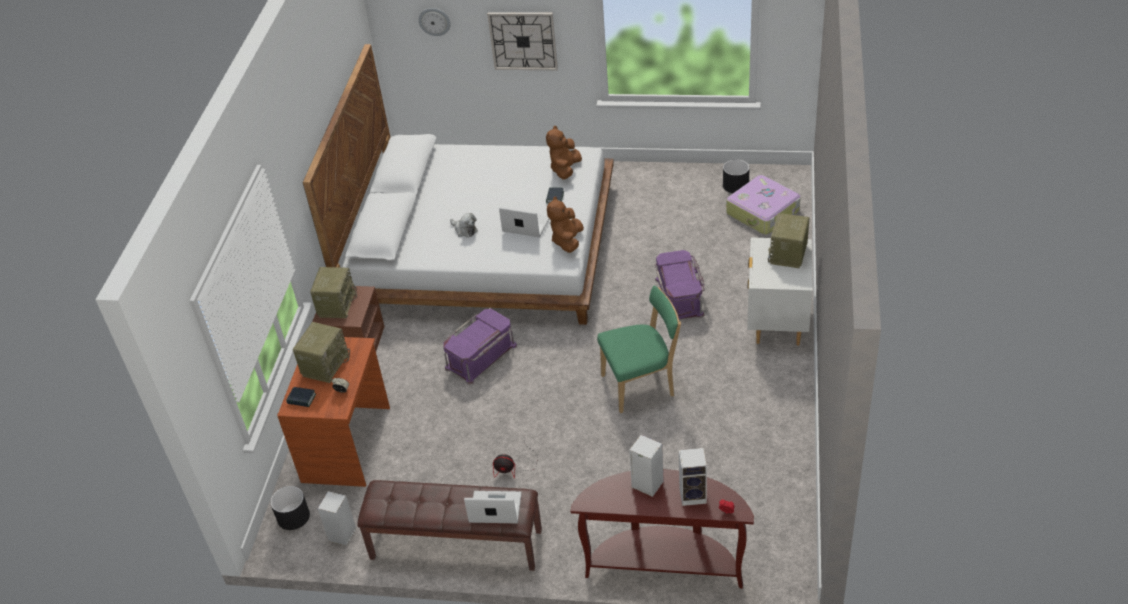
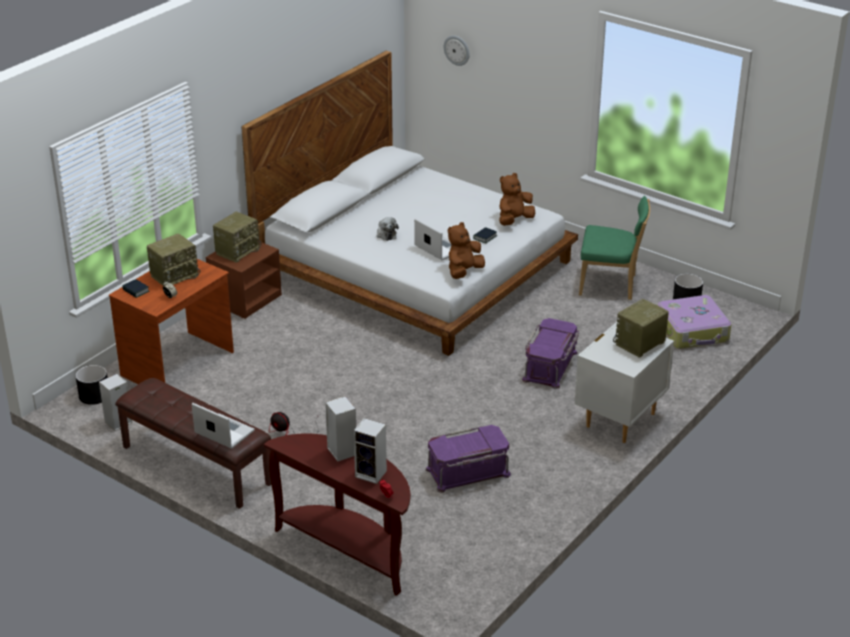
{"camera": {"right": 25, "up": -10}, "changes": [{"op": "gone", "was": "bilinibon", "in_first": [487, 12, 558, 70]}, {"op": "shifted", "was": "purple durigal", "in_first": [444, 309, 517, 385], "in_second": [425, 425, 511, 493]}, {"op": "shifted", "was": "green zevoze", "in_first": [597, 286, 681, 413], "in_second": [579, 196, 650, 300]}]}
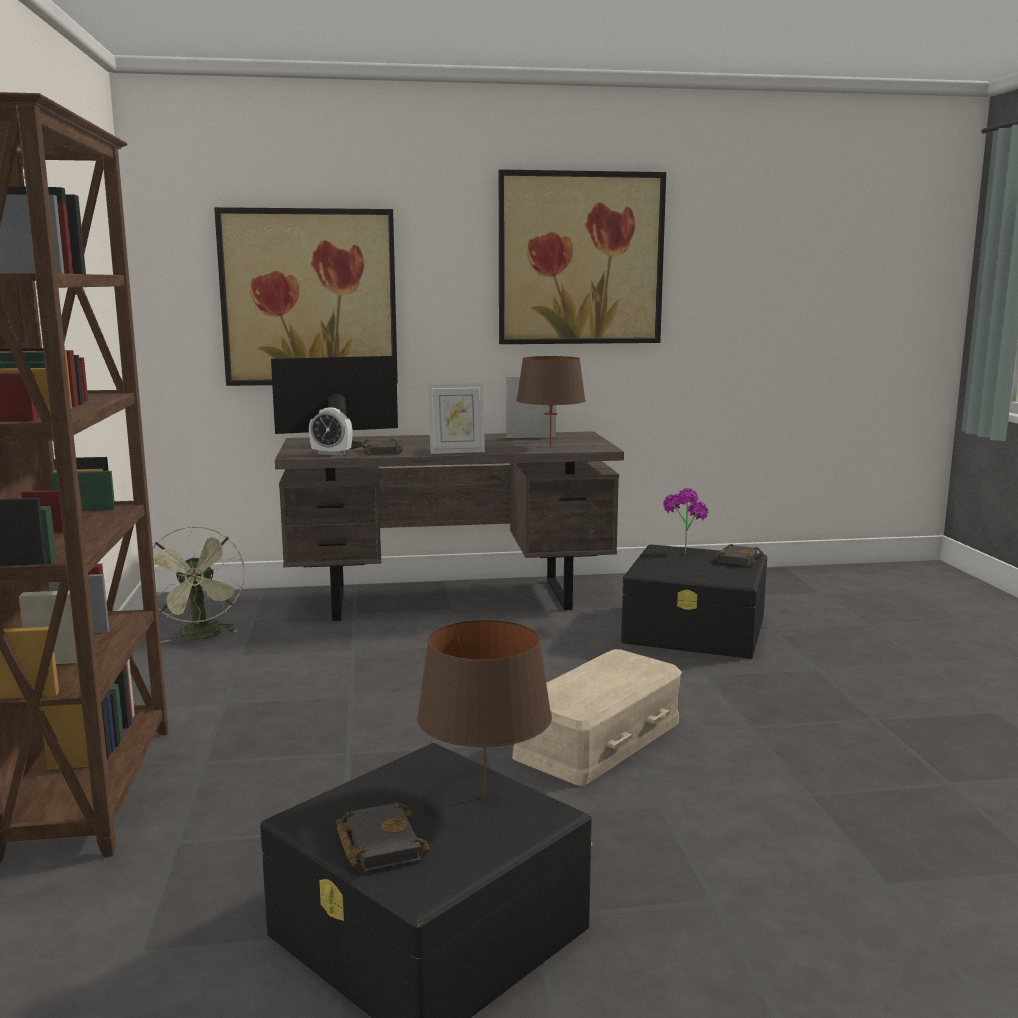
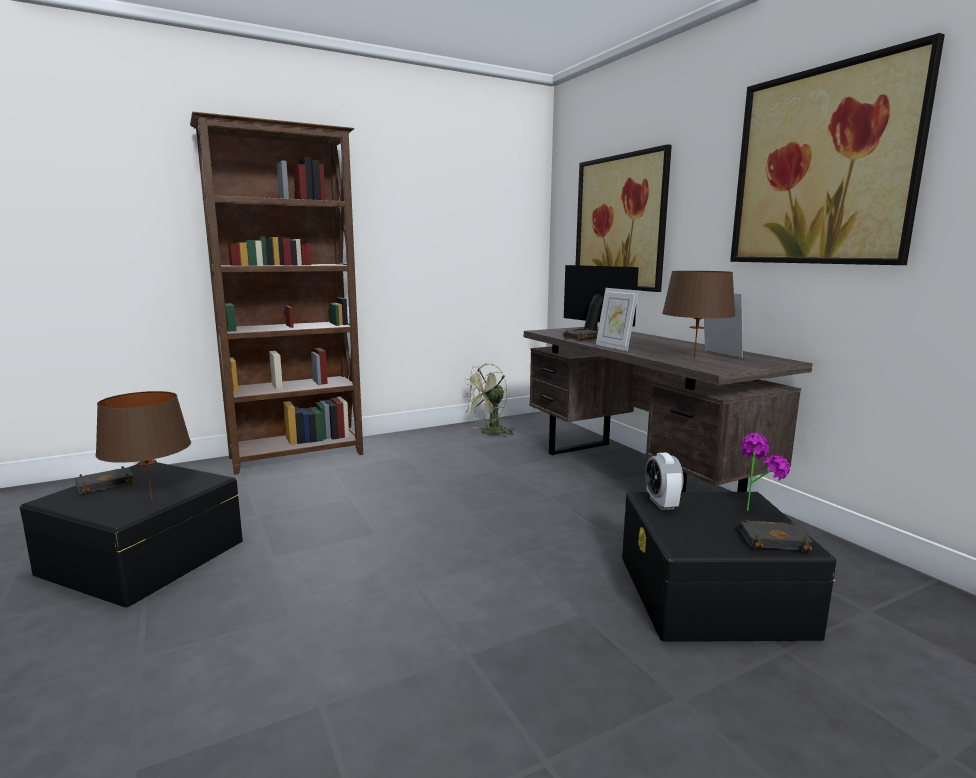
{"camera": {"right": 70, "up": 0}, "changes": [{"op": "gone", "was": "beige durigal", "in_first": [512, 649, 682, 786]}, {"op": "shifted", "was": "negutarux", "in_first": [309, 408, 352, 455], "in_second": [645, 452, 684, 510]}]}
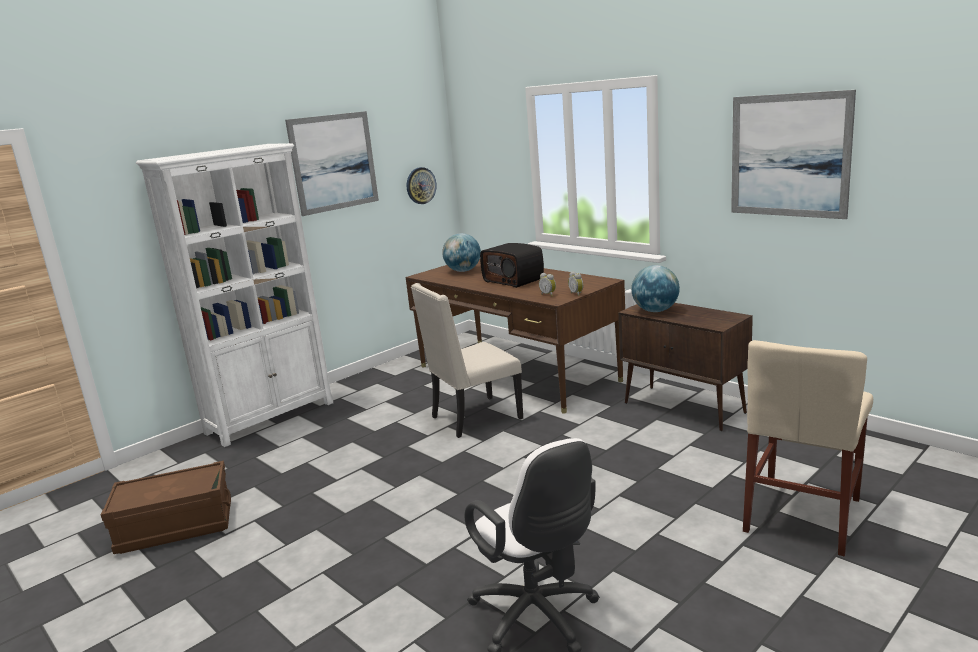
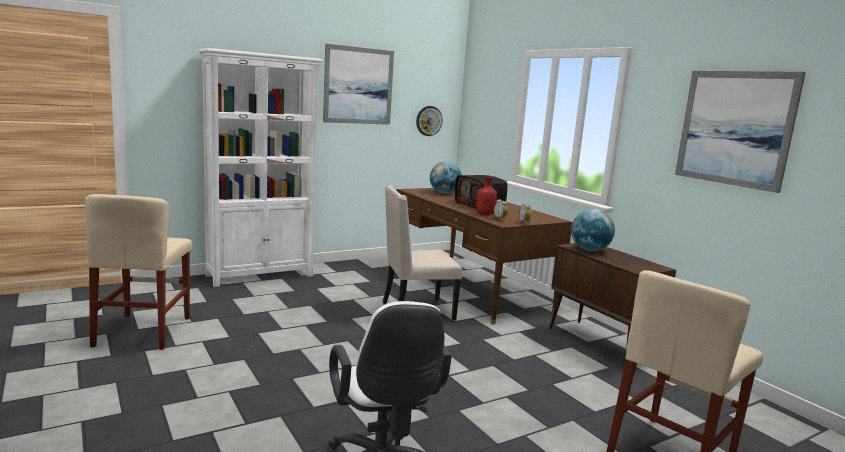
{"camera": {"right": 10, "up": -5}, "changes": [{"op": "new", "now": "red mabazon", "in_second": [476, 177, 497, 215]}, {"op": "swapped", "was": "brown durigal", "now": "beige zevoze", "in_first": [101, 461, 231, 554], "in_second": [85, 194, 192, 350]}]}
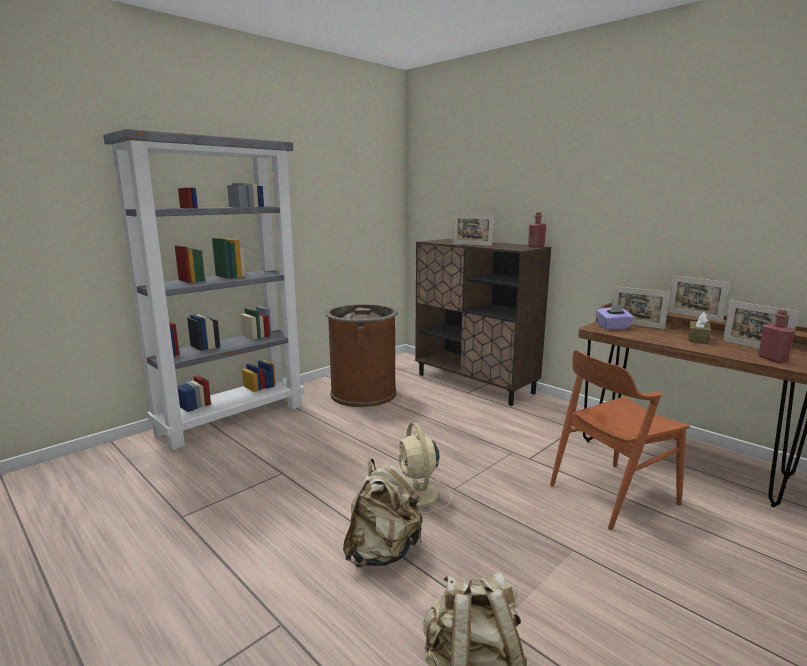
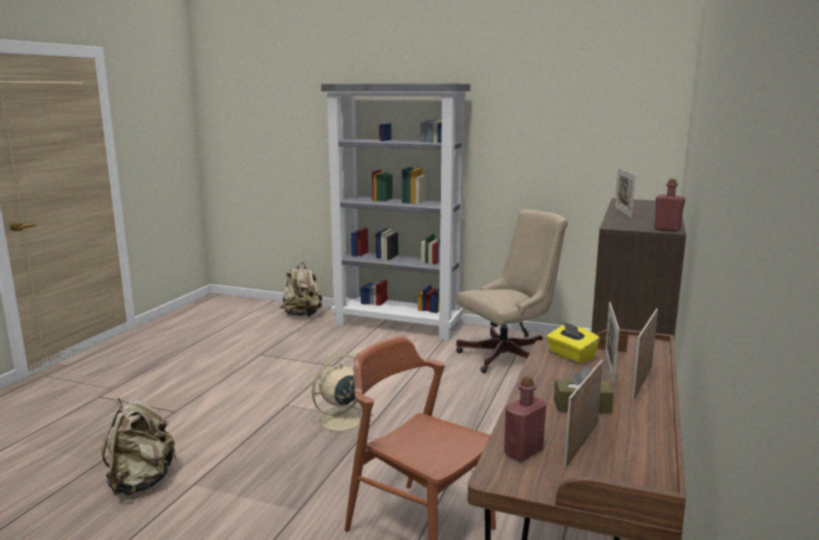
{"camera": {"right": 65, "up": 0}, "changes": [{"op": "shifted", "was": "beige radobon", "in_first": [343, 458, 423, 567], "in_second": [280, 262, 322, 317]}, {"op": "swapped", "was": "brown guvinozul", "now": "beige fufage", "in_first": [326, 304, 398, 407], "in_second": [456, 209, 568, 373]}, {"op": "repainted", "was": "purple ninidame", "now": "yellow ninidame", "in_first": [596, 304, 634, 330], "in_second": [547, 321, 600, 364]}]}
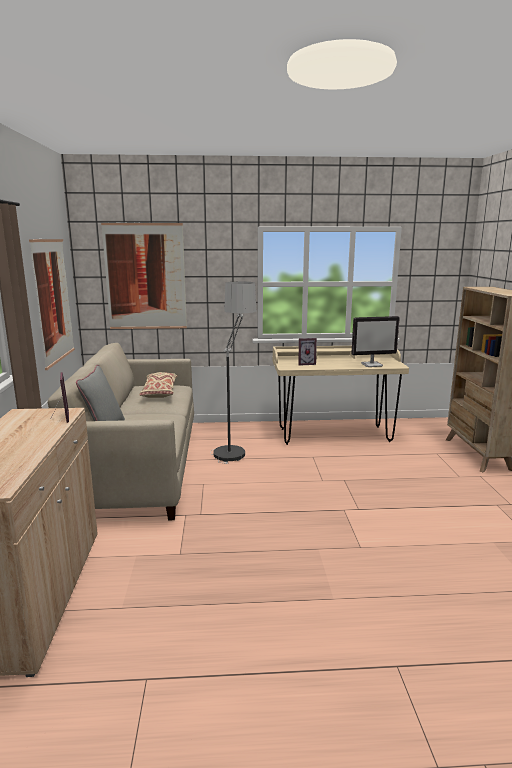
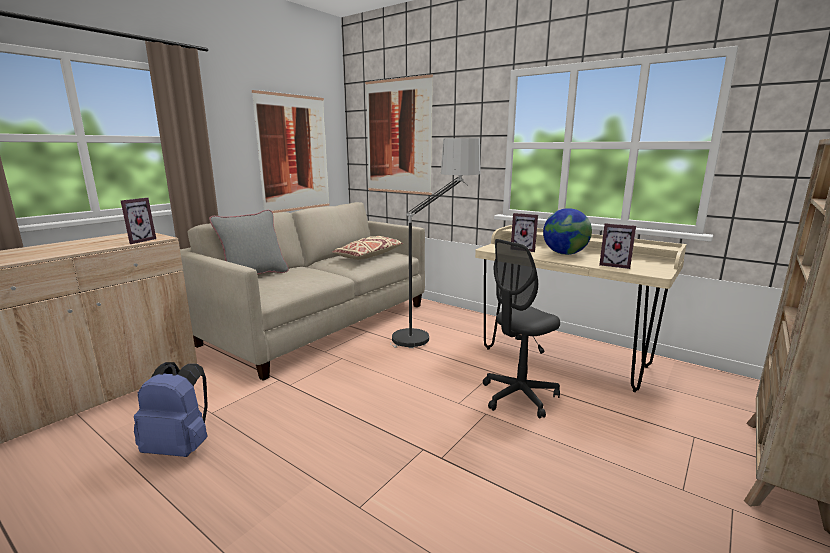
{"camera": {"right": 40, "up": 0}, "changes": [{"op": "new", "now": "blue radobon", "in_second": [134, 362, 208, 457]}, {"op": "new", "now": "grey fufage", "in_second": [483, 239, 560, 419]}, {"op": "new", "now": "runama", "in_second": [543, 208, 592, 255]}, {"op": "swapped", "was": "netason", "now": "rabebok", "in_first": [351, 316, 400, 367], "in_second": [599, 223, 636, 269]}]}
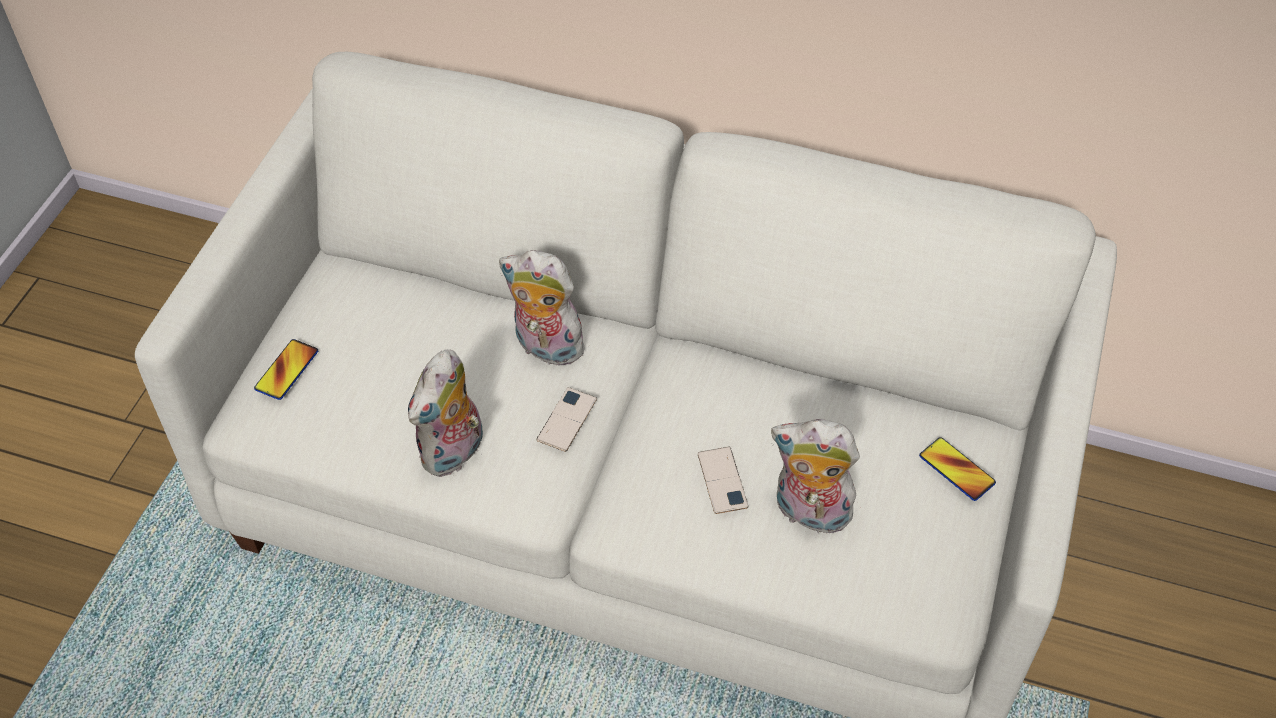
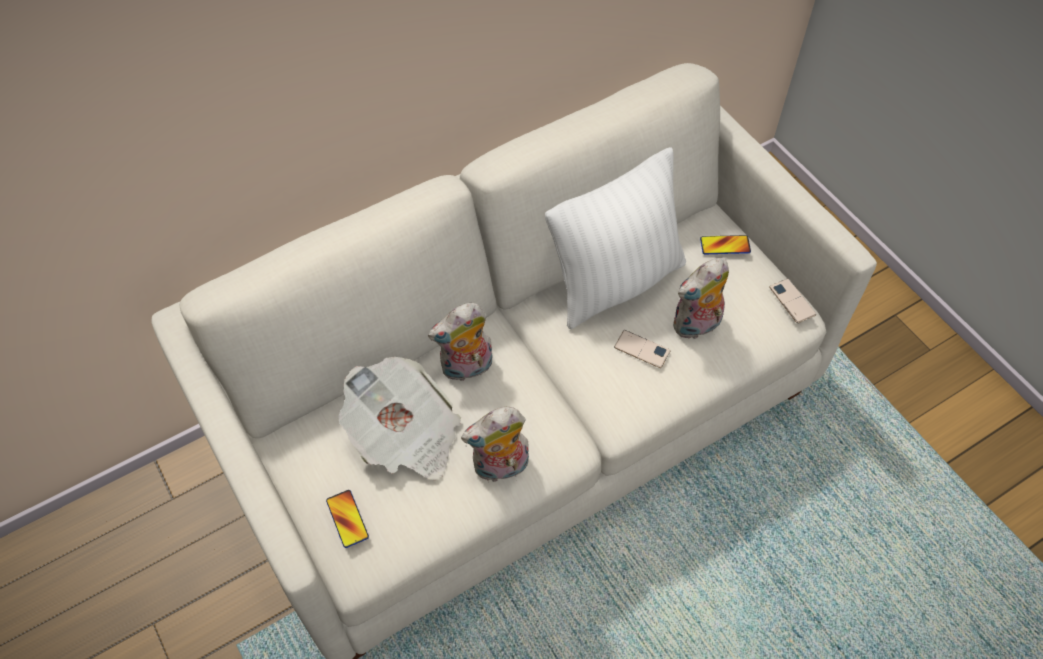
{"camera": {"right": -50, "up": 5}, "changes": [{"op": "new", "now": "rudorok", "in_second": [338, 357, 461, 480]}, {"op": "new", "now": "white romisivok", "in_second": [545, 147, 686, 330]}, {"op": "shifted", "was": "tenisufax", "in_first": [536, 387, 597, 452], "in_second": [769, 278, 816, 323]}, {"op": "rotated", "was": "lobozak", "in_first": [408, 349, 483, 477], "in_second": [461, 407, 529, 482], "clockwise": 90}]}
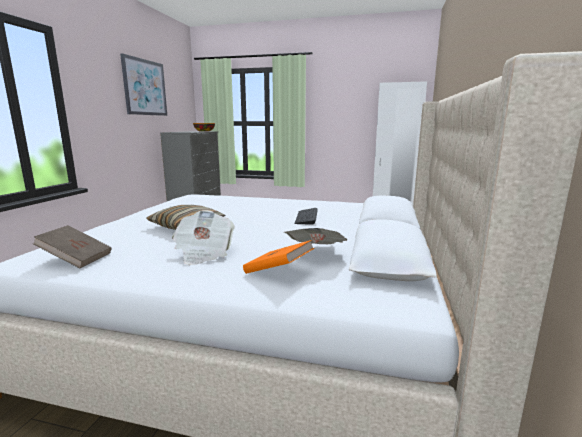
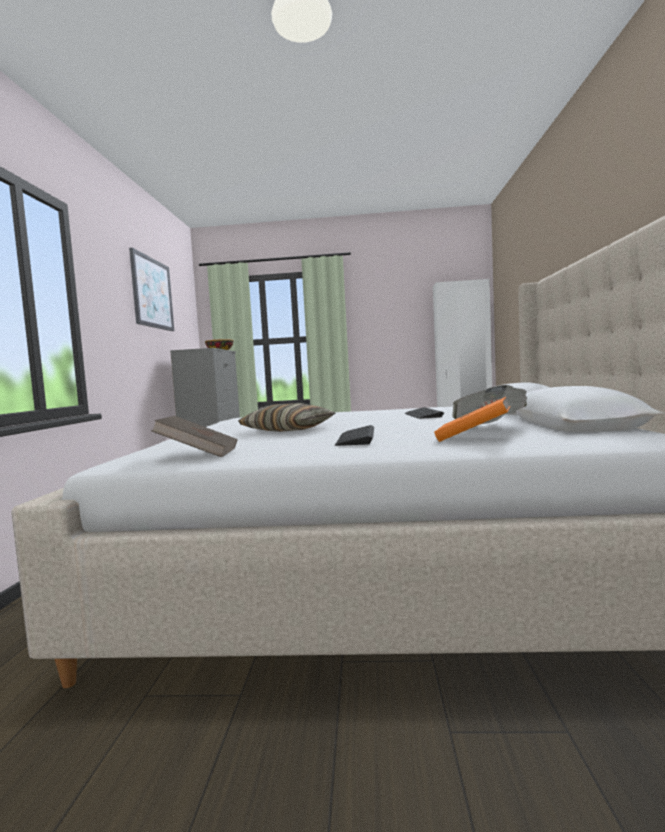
{"camera": {"right": -10, "up": -10}, "changes": [{"op": "swapped", "was": "rudorok", "now": "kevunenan", "in_first": [172, 210, 235, 265], "in_second": [335, 425, 374, 446]}]}
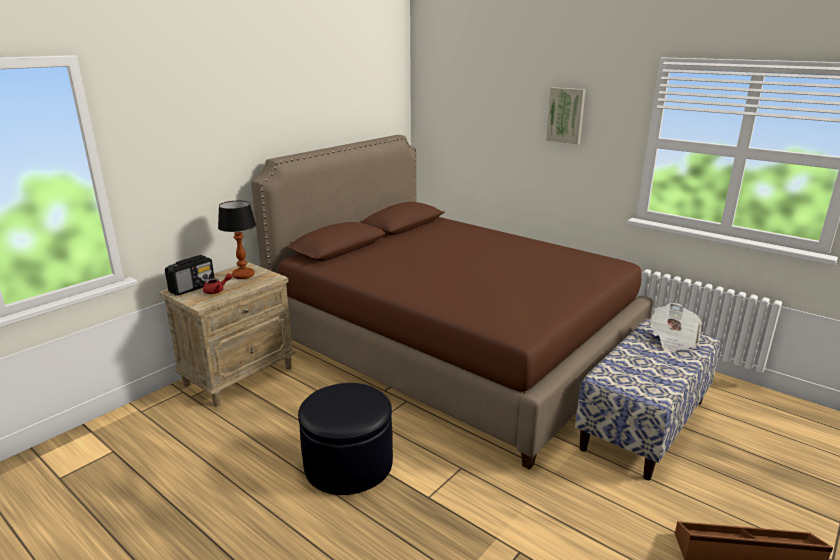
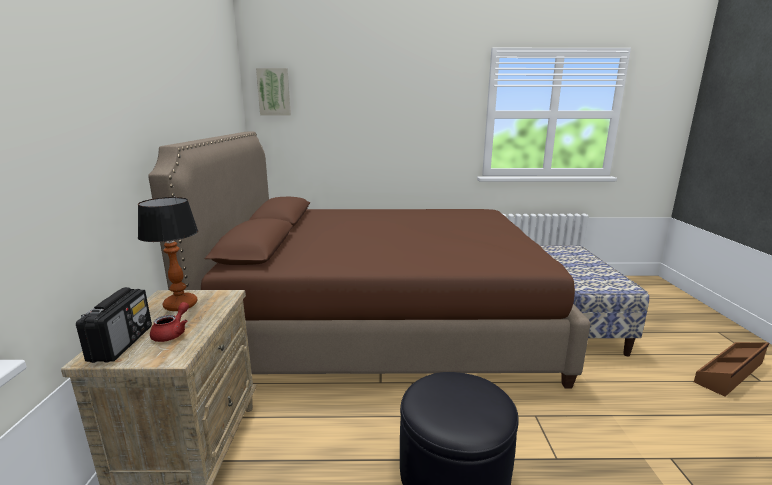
{"camera": {"right": -40, "up": -5}, "changes": [{"op": "gone", "was": "rudorok", "in_first": [649, 303, 702, 352]}, {"op": "shifted", "was": "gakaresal", "in_first": [546, 87, 586, 144], "in_second": [256, 68, 291, 116]}]}
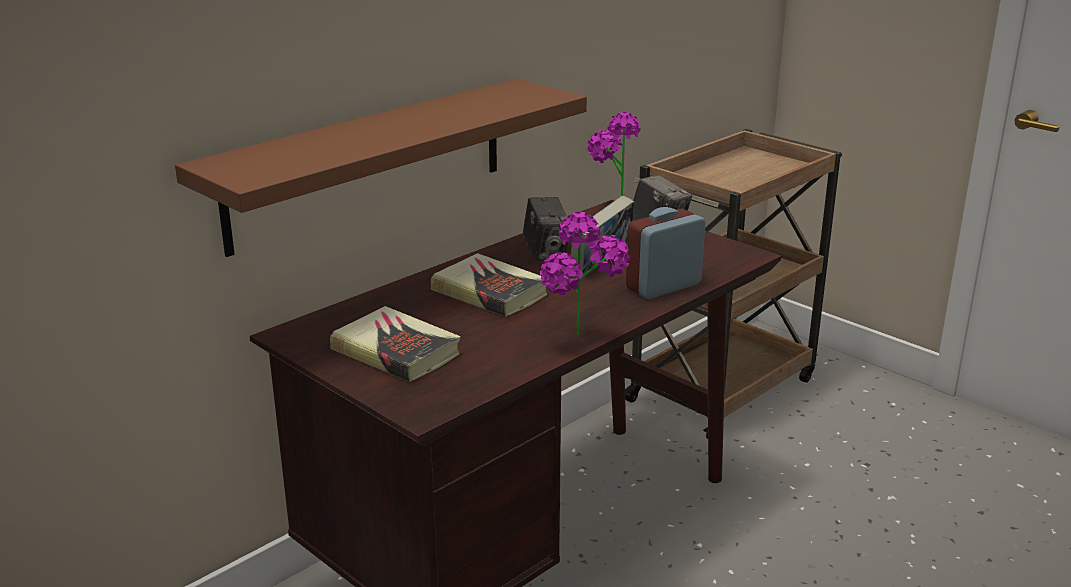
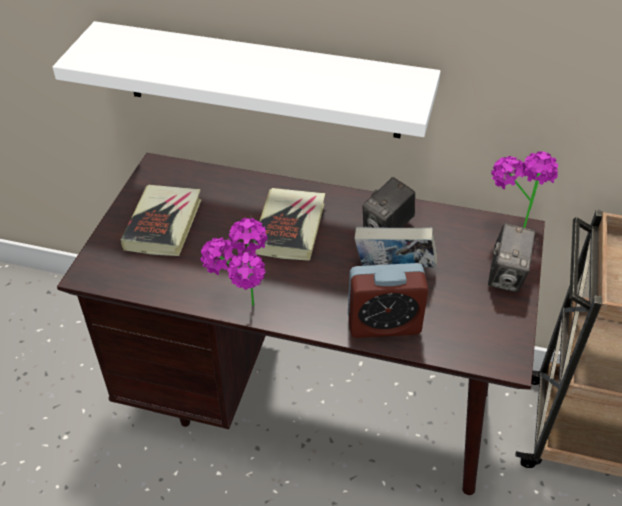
{"camera": {"right": 60, "up": 20}, "changes": [{"op": "repainted", "was": "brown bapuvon", "now": "white bapuvon", "in_first": [175, 79, 587, 257], "in_second": [53, 21, 441, 138]}, {"op": "rotated", "was": "negutarux", "in_first": [626, 207, 705, 299], "in_second": [348, 263, 428, 338], "clockwise": 150}]}
